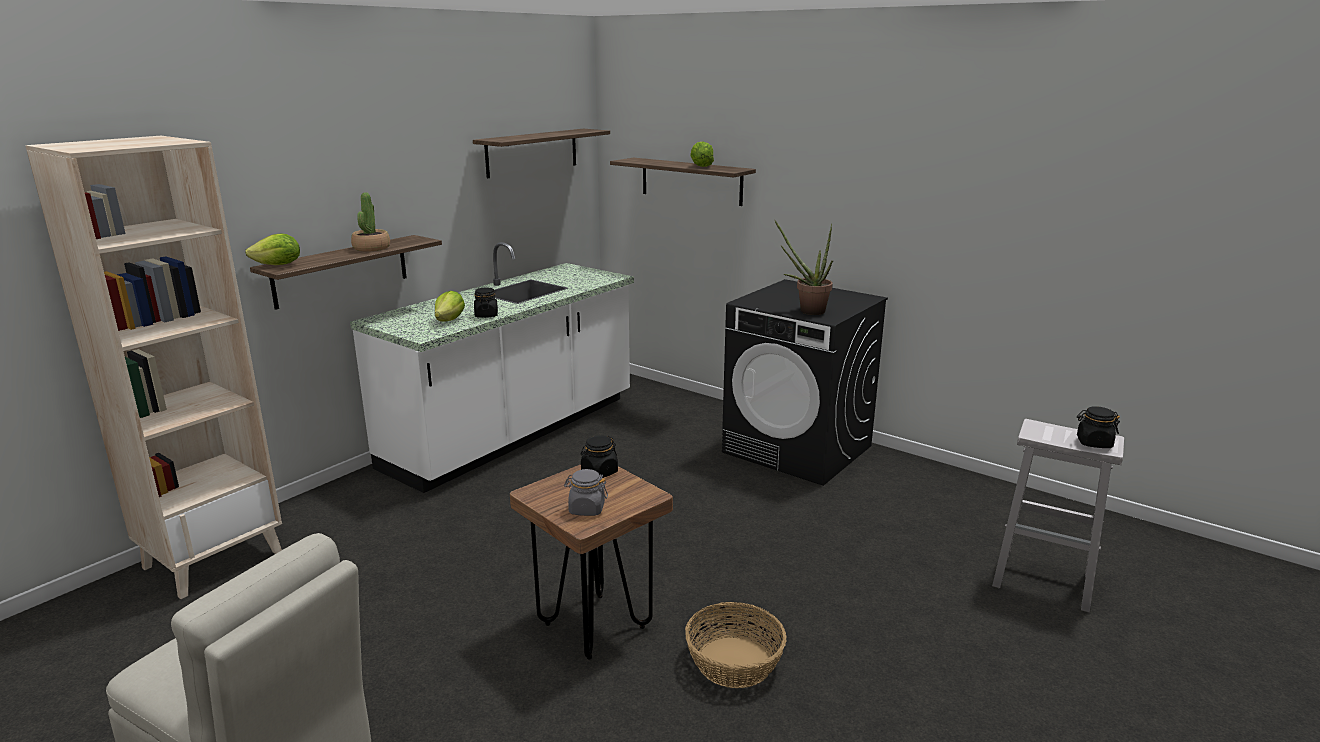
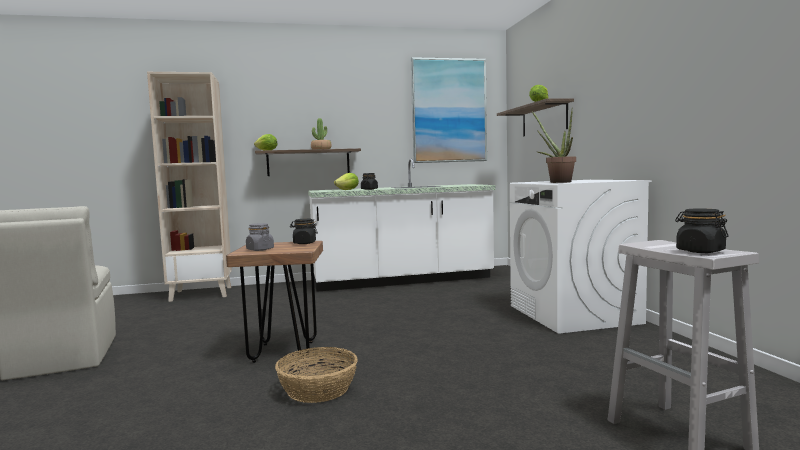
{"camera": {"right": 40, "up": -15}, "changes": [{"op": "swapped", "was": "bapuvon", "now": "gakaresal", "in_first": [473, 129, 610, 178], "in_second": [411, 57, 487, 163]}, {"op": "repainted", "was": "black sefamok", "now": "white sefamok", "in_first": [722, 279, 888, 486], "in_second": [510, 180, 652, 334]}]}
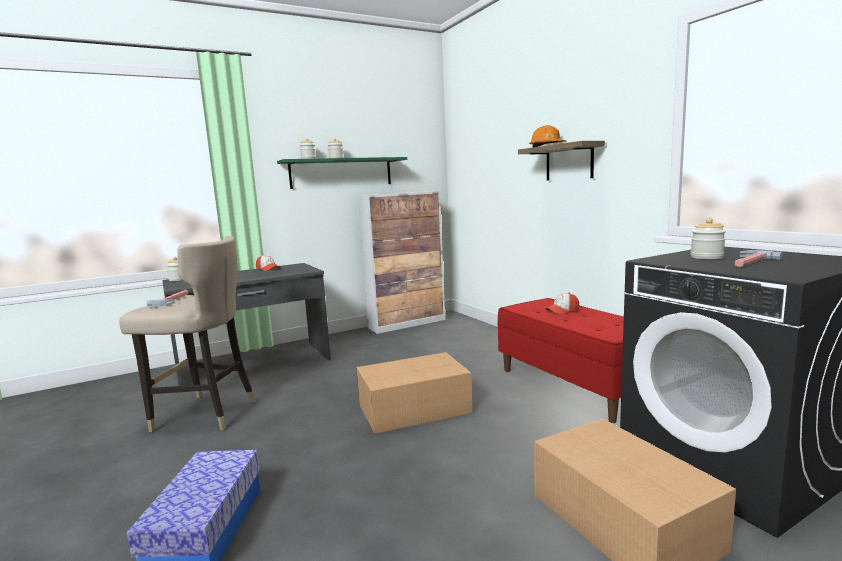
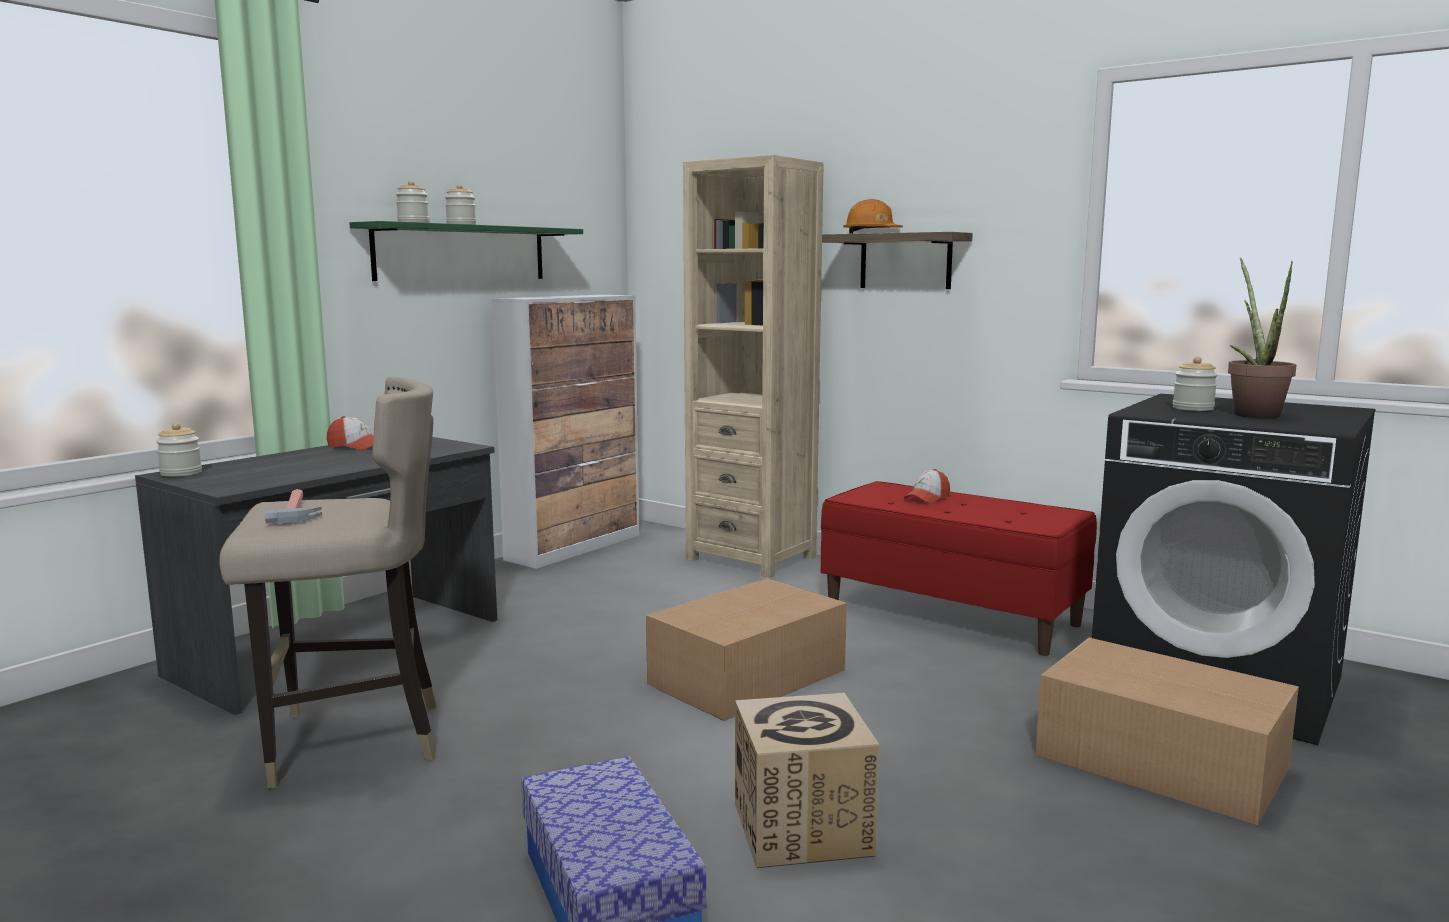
{"camera": {"right": -25, "up": 0}, "changes": [{"op": "new", "now": "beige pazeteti", "in_second": [683, 155, 824, 578]}, {"op": "new", "now": "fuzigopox", "in_second": [735, 693, 879, 868]}, {"op": "swapped", "was": "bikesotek", "now": "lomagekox", "in_first": [734, 250, 783, 268], "in_second": [1228, 258, 1296, 418]}]}
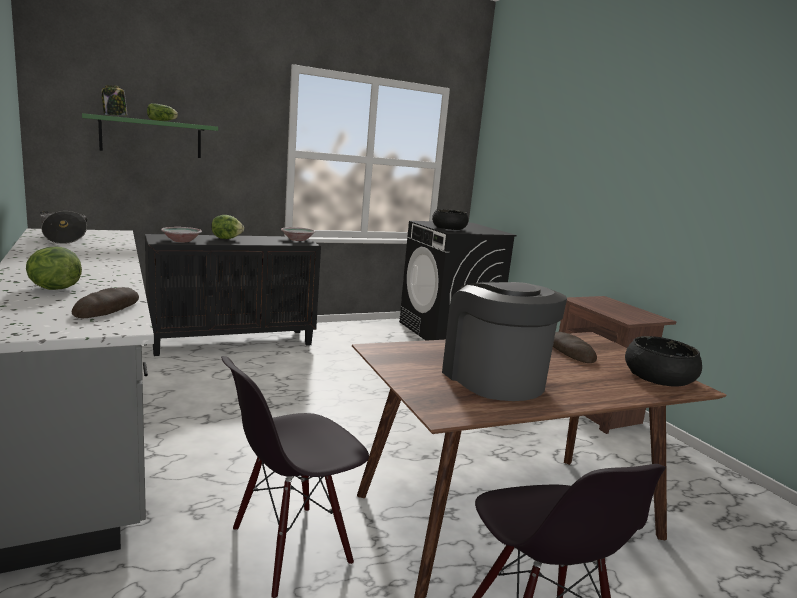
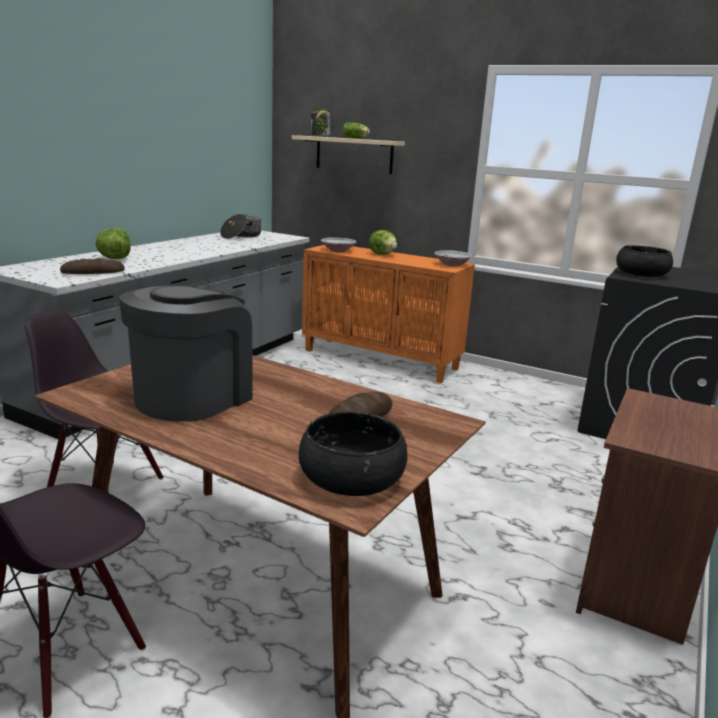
{"camera": {"right": 55, "up": 5}, "changes": [{"op": "repainted", "was": "green bapuvon", "now": "beige bapuvon", "in_first": [82, 113, 218, 158], "in_second": [292, 135, 405, 174]}, {"op": "repainted", "was": "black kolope", "now": "orange kolope", "in_first": [145, 234, 321, 356], "in_second": [302, 245, 475, 383]}]}
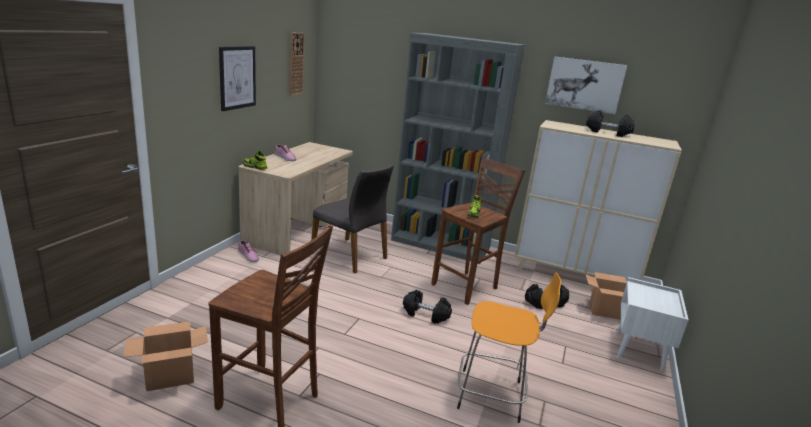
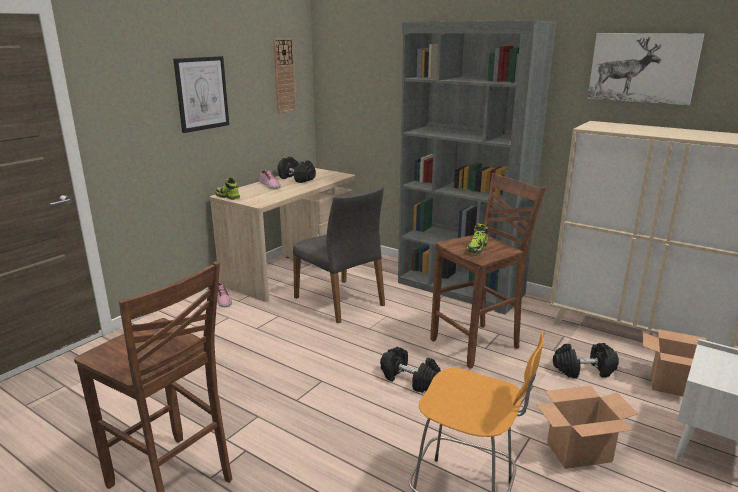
{"camera": {"right": 15, "up": 0}, "changes": [{"op": "shifted", "was": "fuzigopox", "in_first": [124, 322, 208, 391], "in_second": [536, 386, 638, 469]}, {"op": "shifted", "was": "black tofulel", "in_first": [586, 110, 635, 137], "in_second": [277, 157, 316, 183]}]}
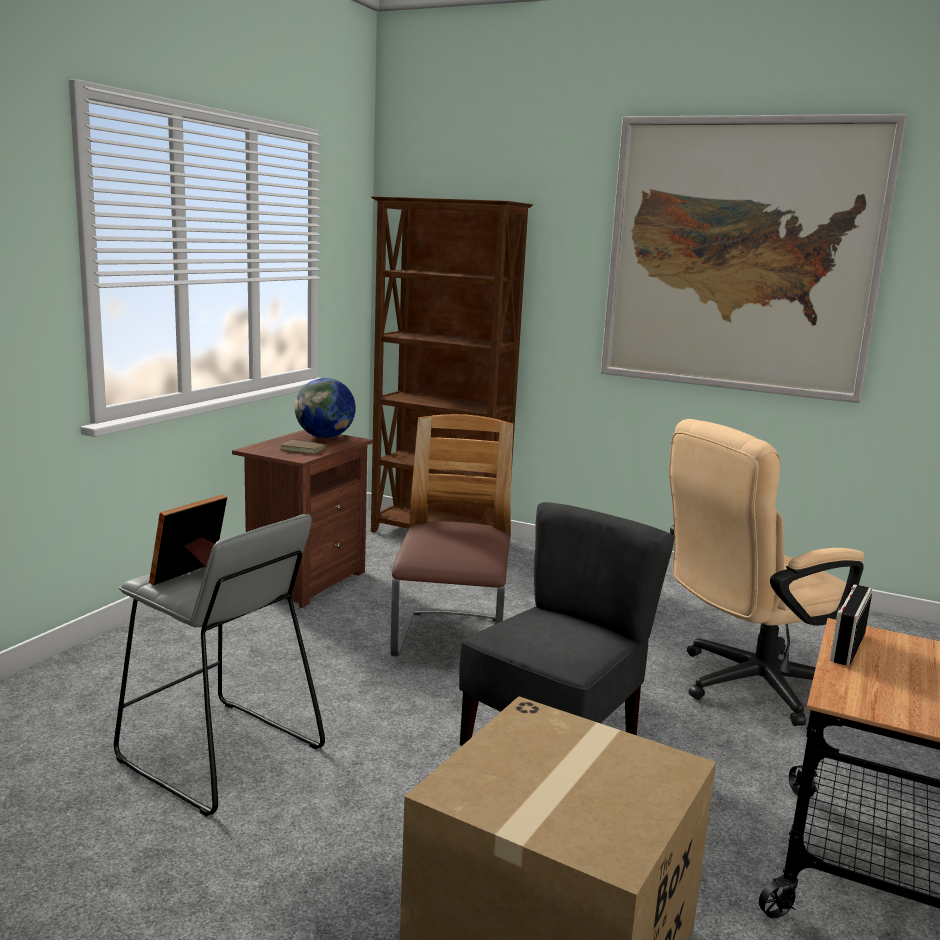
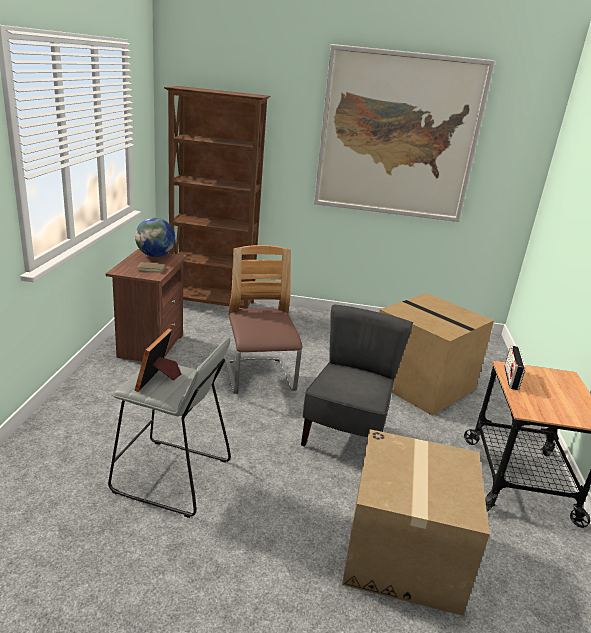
{"camera": {"right": -20, "up": 10}, "changes": [{"op": "swapped", "was": "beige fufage", "now": "fuzigopox", "in_first": [669, 419, 864, 726], "in_second": [379, 293, 494, 416]}]}
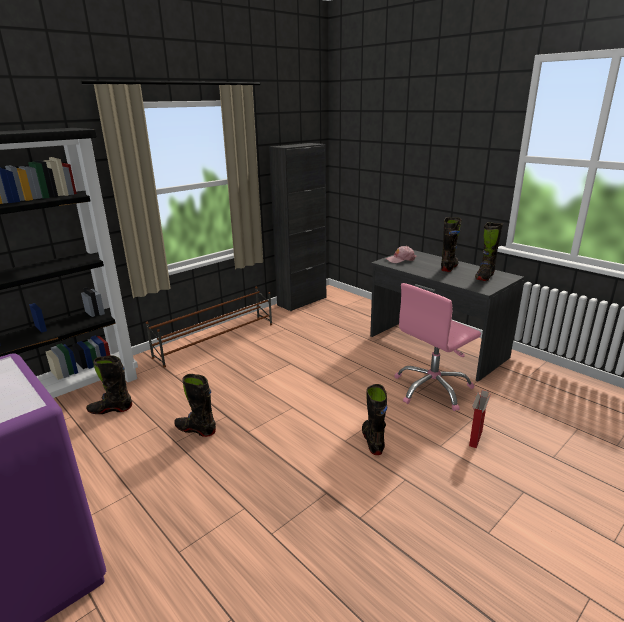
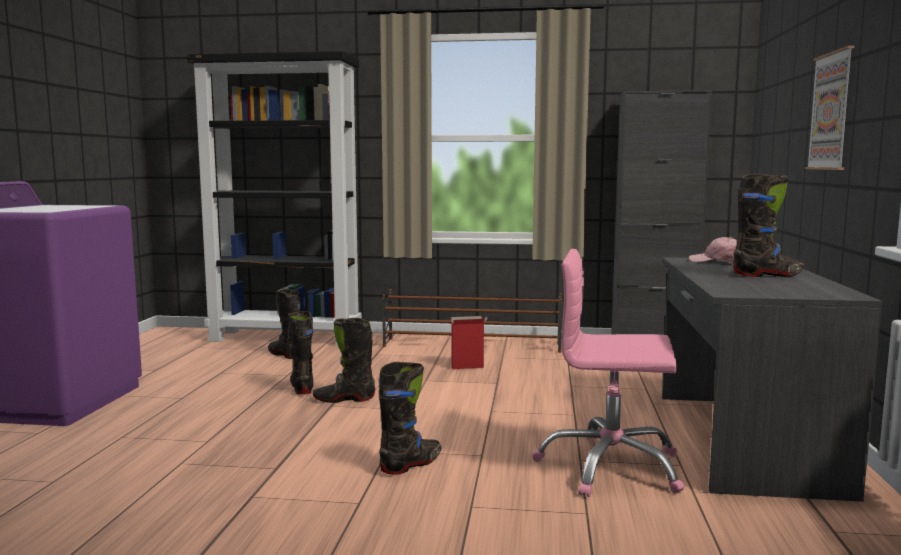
{"camera": {"right": 50, "up": -15}, "changes": [{"op": "new", "now": "gakaresal", "in_second": [805, 45, 855, 170]}, {"op": "shifted", "was": "fuzigopox", "in_first": [469, 390, 491, 448], "in_second": [449, 316, 488, 369]}, {"op": "shifted", "was": "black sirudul", "in_first": [475, 222, 503, 281], "in_second": [313, 318, 375, 403]}]}
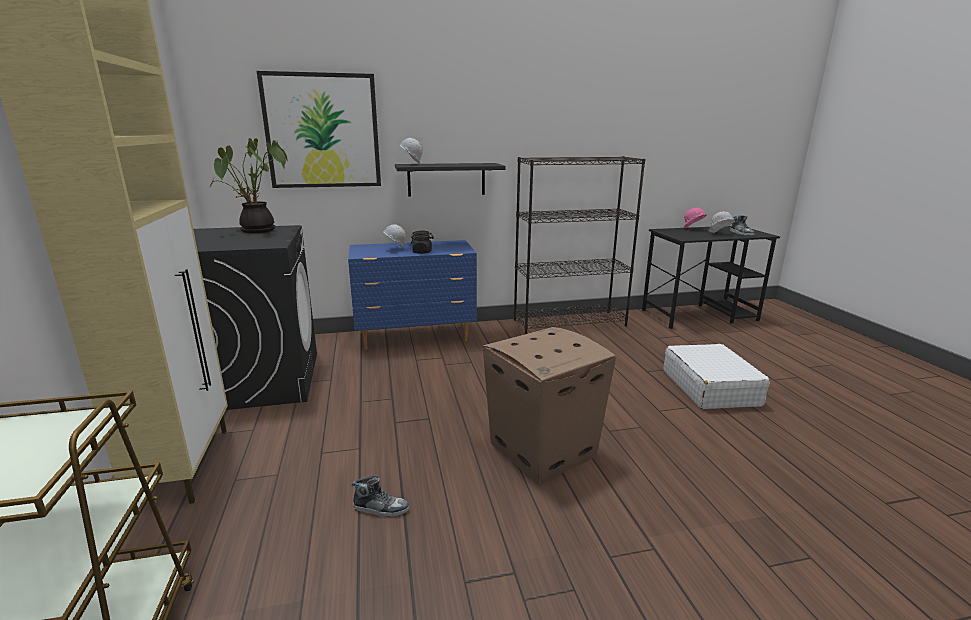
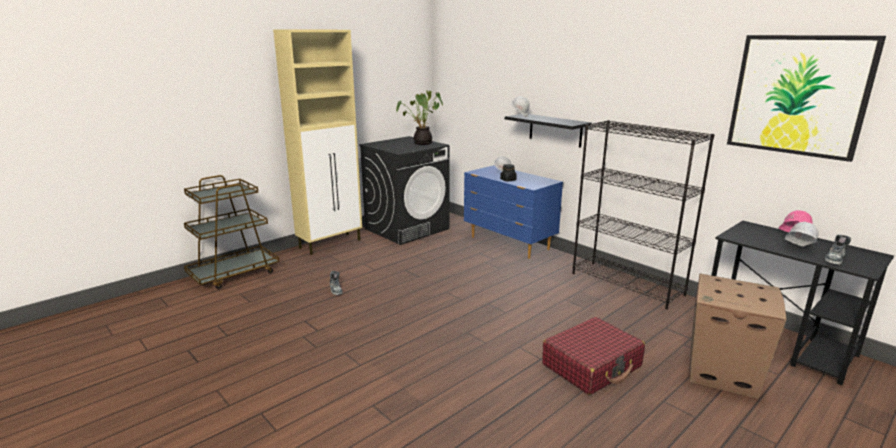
{"camera": {"right": 60, "up": 0}, "changes": [{"op": "shifted", "was": "gakaresal", "in_first": [257, 71, 381, 188], "in_second": [727, 35, 886, 162]}, {"op": "shifted", "was": "fuzigopox", "in_first": [482, 327, 616, 484], "in_second": [689, 273, 787, 399]}, {"op": "repainted", "was": "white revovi", "now": "red revovi", "in_first": [664, 344, 770, 409], "in_second": [542, 317, 645, 395]}]}
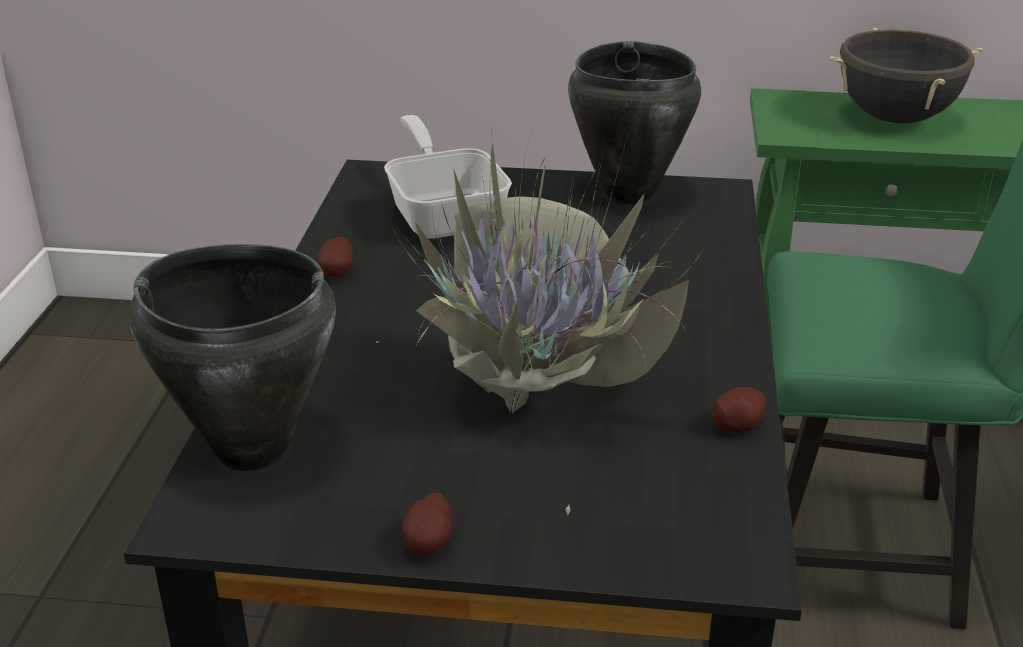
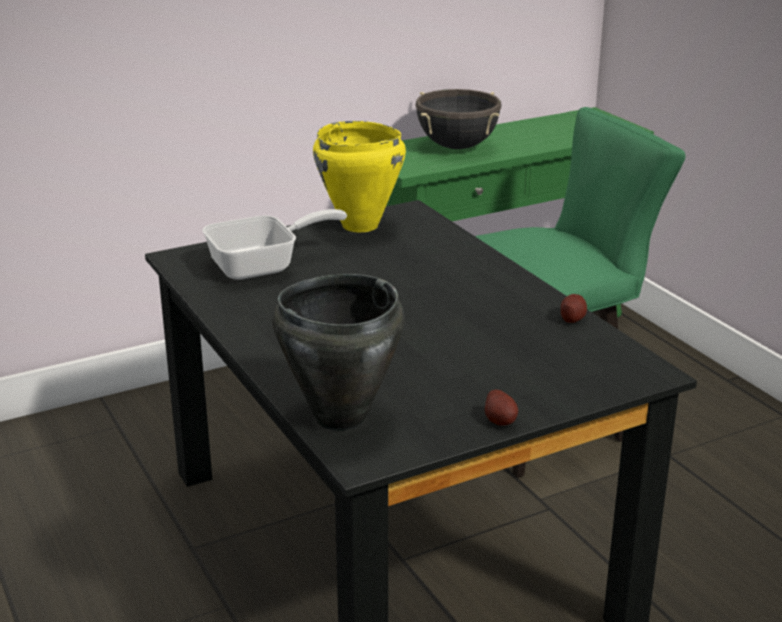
{"camera": {"right": -35, "up": -5}, "changes": [{"op": "gone", "was": "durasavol", "in_first": [317, 237, 353, 277]}, {"op": "gone", "was": "lomagekox", "in_first": [376, 115, 702, 515]}, {"op": "repainted", "was": "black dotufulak", "now": "yellow dotufulak", "in_first": [568, 41, 701, 205], "in_second": [313, 121, 406, 232]}, {"op": "rotated", "was": "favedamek", "in_first": [384, 115, 512, 239], "in_second": [202, 209, 347, 280], "clockwise": 120}]}
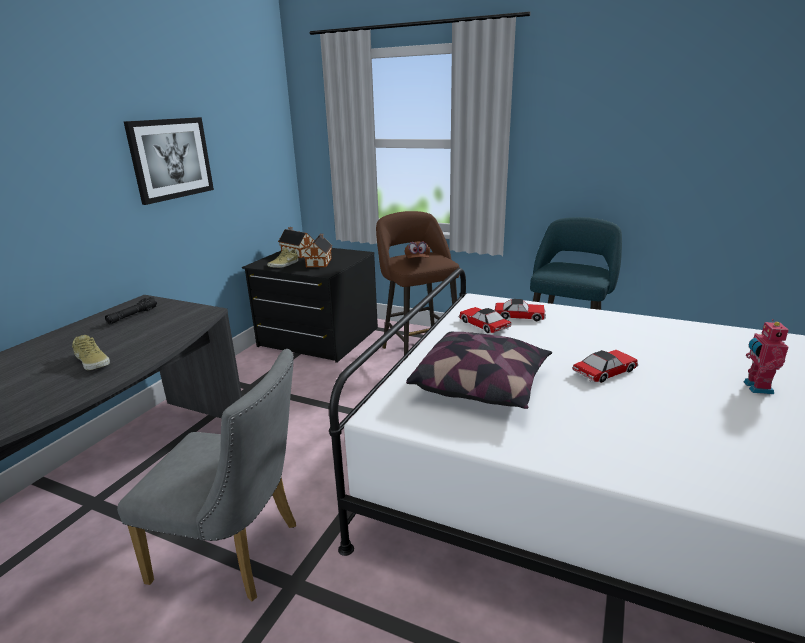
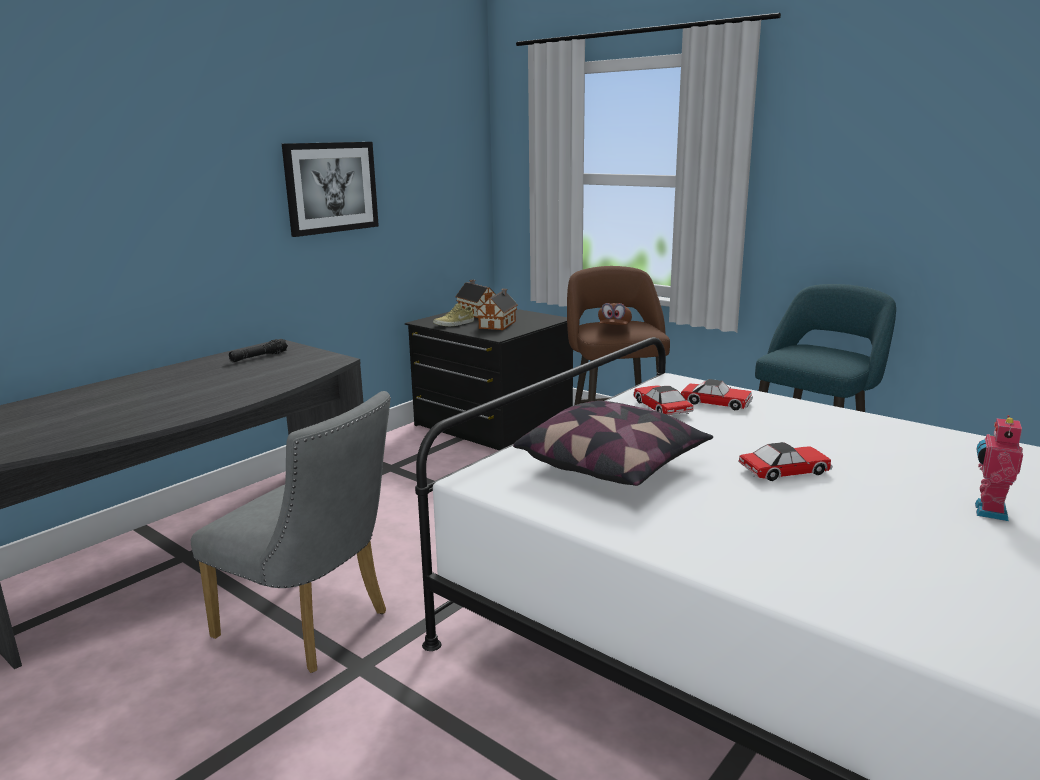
{"camera": {"right": 15, "up": -5}, "changes": [{"op": "gone", "was": "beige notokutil", "in_first": [72, 335, 110, 370]}]}
